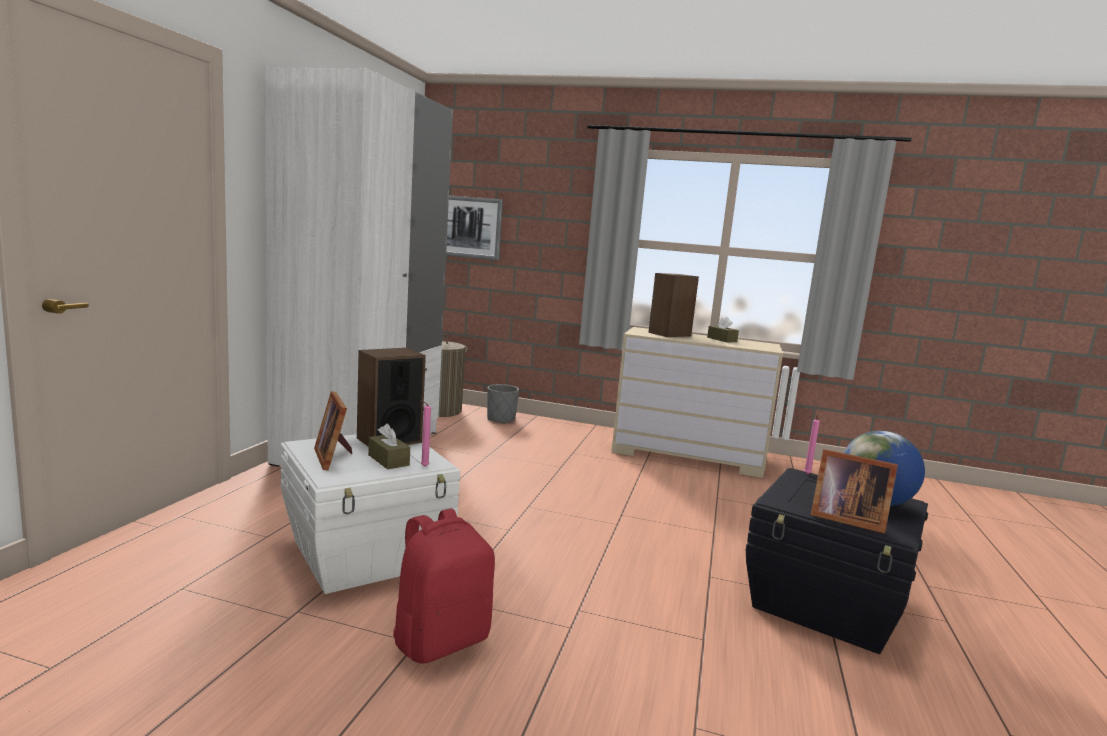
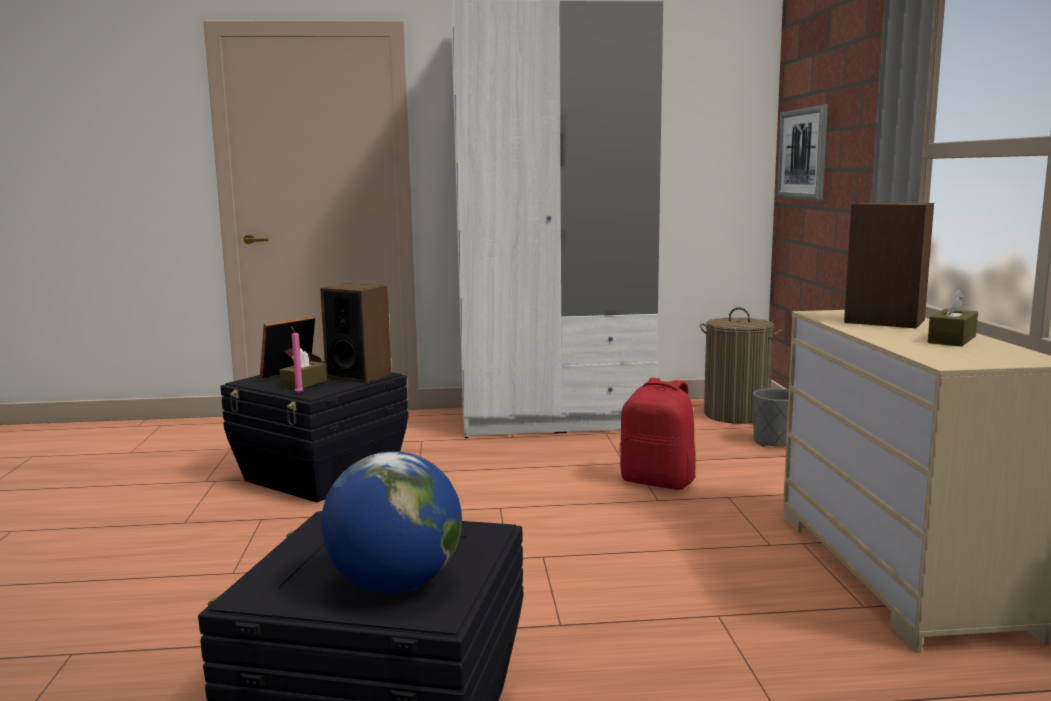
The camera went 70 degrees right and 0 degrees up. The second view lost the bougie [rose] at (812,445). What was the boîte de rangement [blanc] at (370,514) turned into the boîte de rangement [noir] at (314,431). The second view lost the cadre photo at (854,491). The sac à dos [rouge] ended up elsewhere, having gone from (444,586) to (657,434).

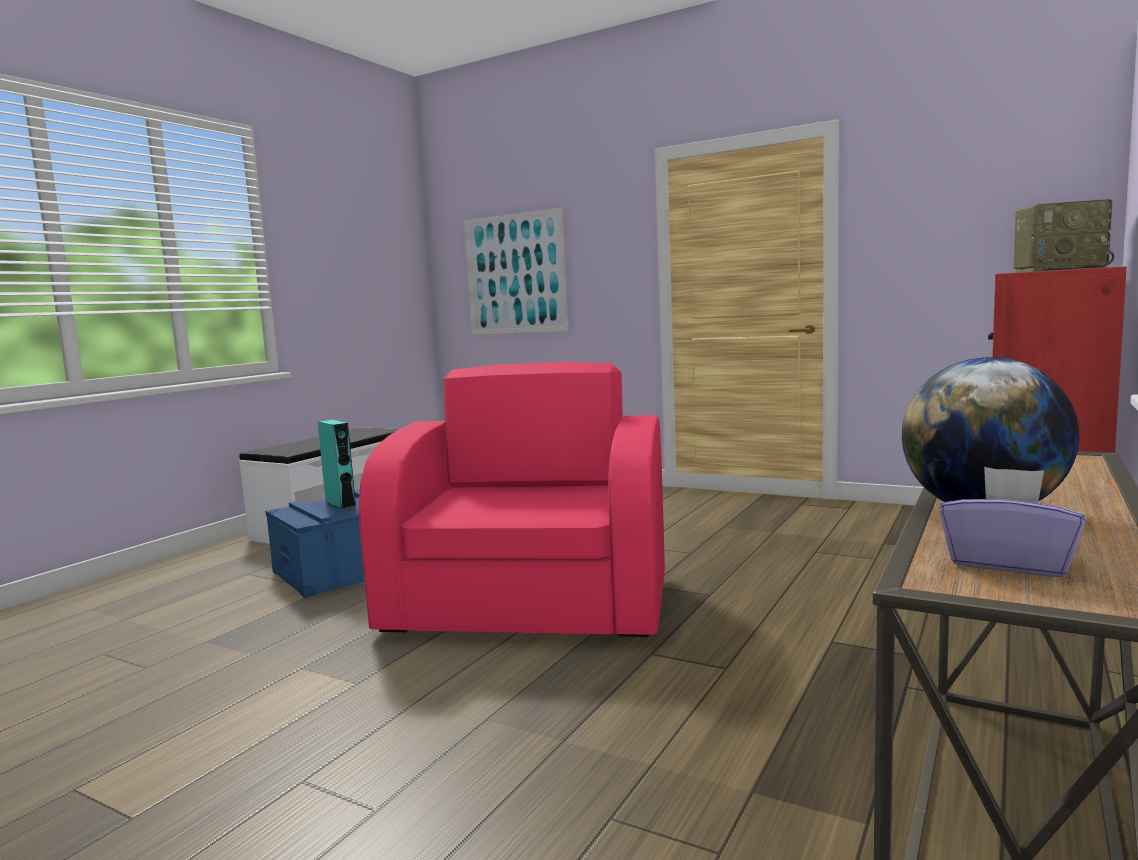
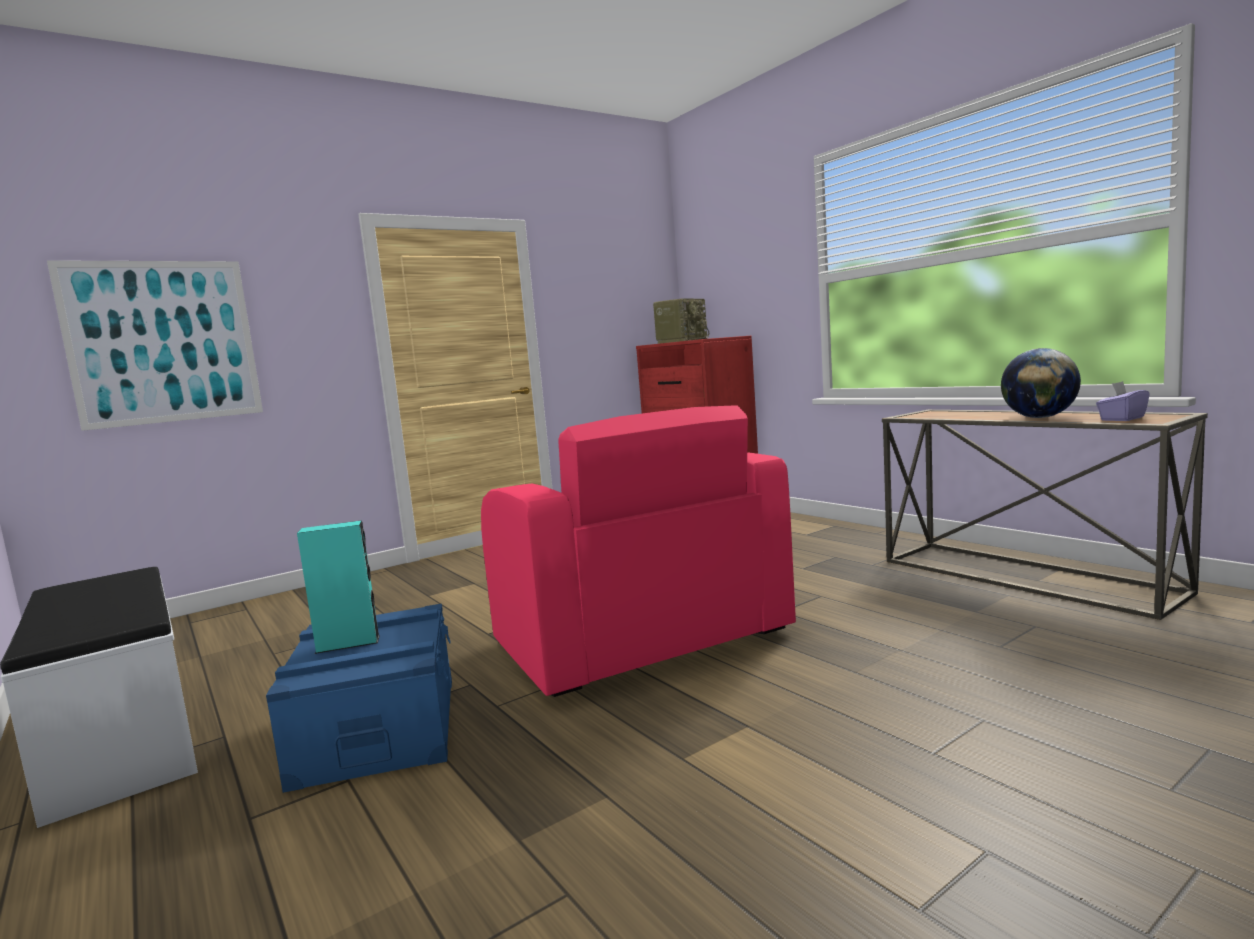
The camera went 65 degrees left and 0 degrees up. The fauteuil [rose] at (512,499) ended up facing another way, 150 degrees counterclockwise from before.

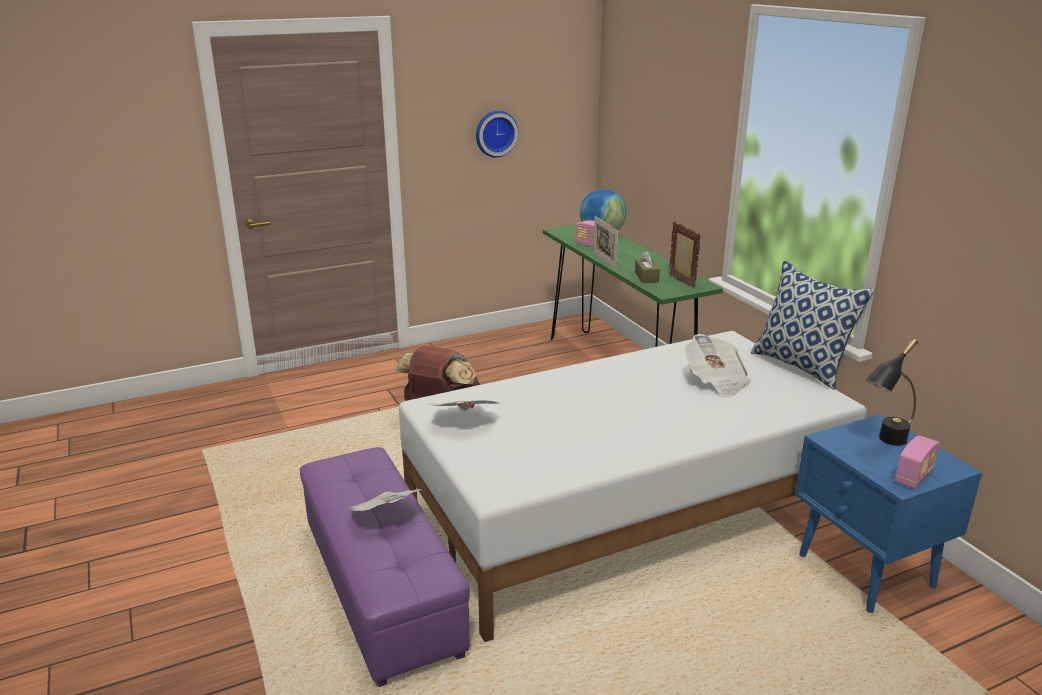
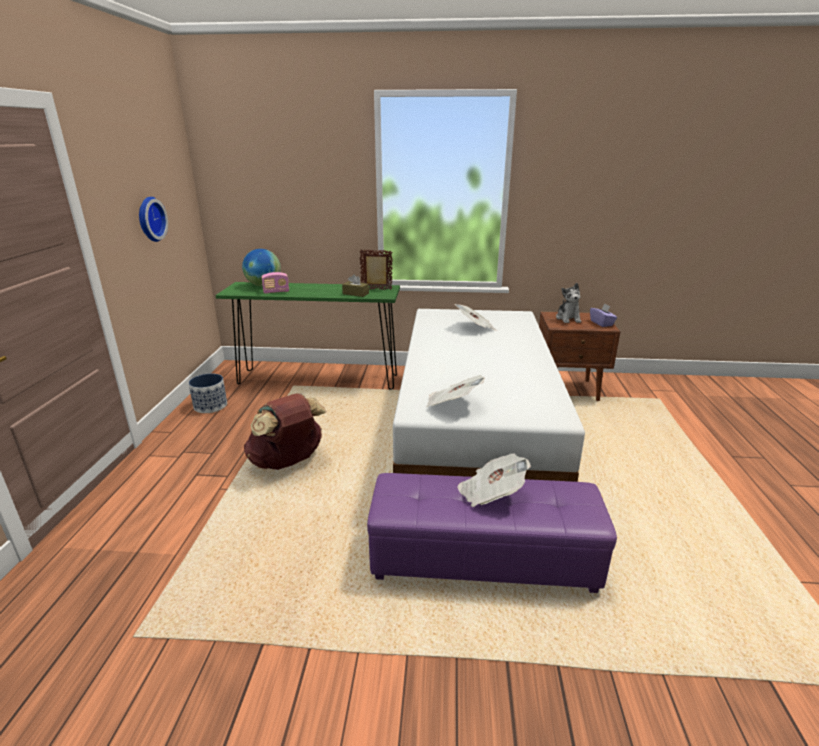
The camera went 60 degrees left and 0 degrees up. The second view lost the cadre photo at (605,242). The second view lost the coussin at (812,325). Where the lampe de table [noir] stood at (891,392), the peluche came to stand at (568,303). What was the table de chevet [bleu] at (888,513) turned into the table de chevet [marron] at (579,356). Where the radio stood at (917,462), the boîte à mouchoirs [violet] came to stand at (603,315). The second view gained the cache-pot at (208,393).

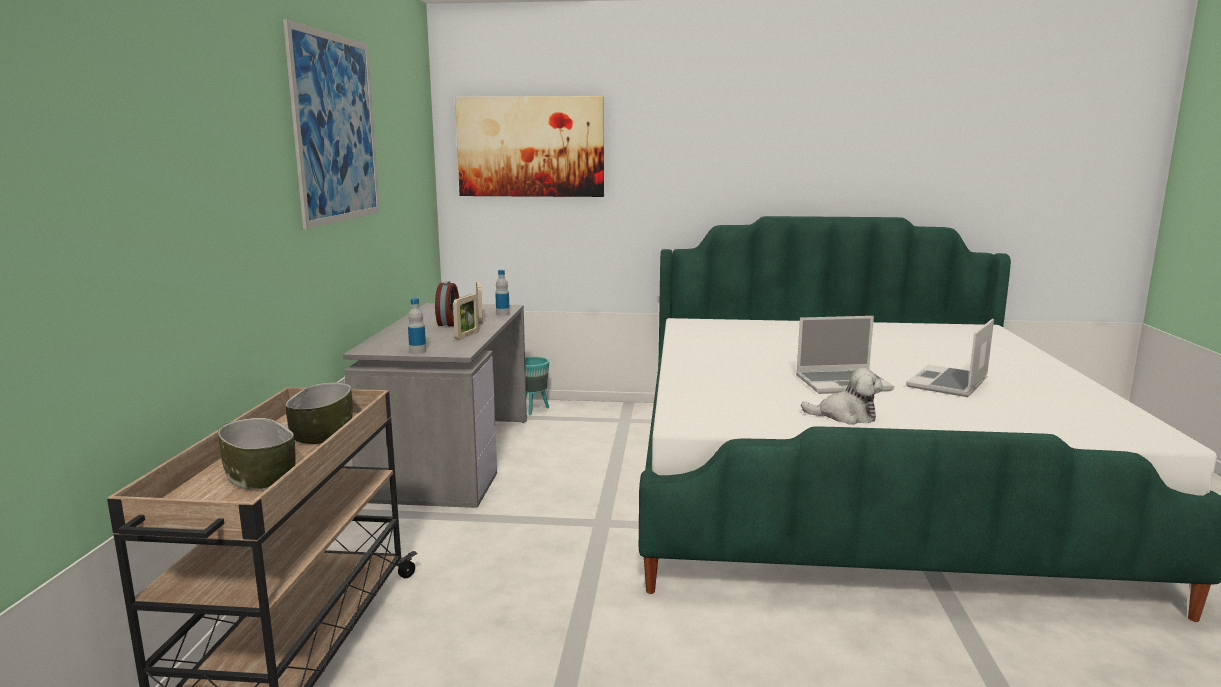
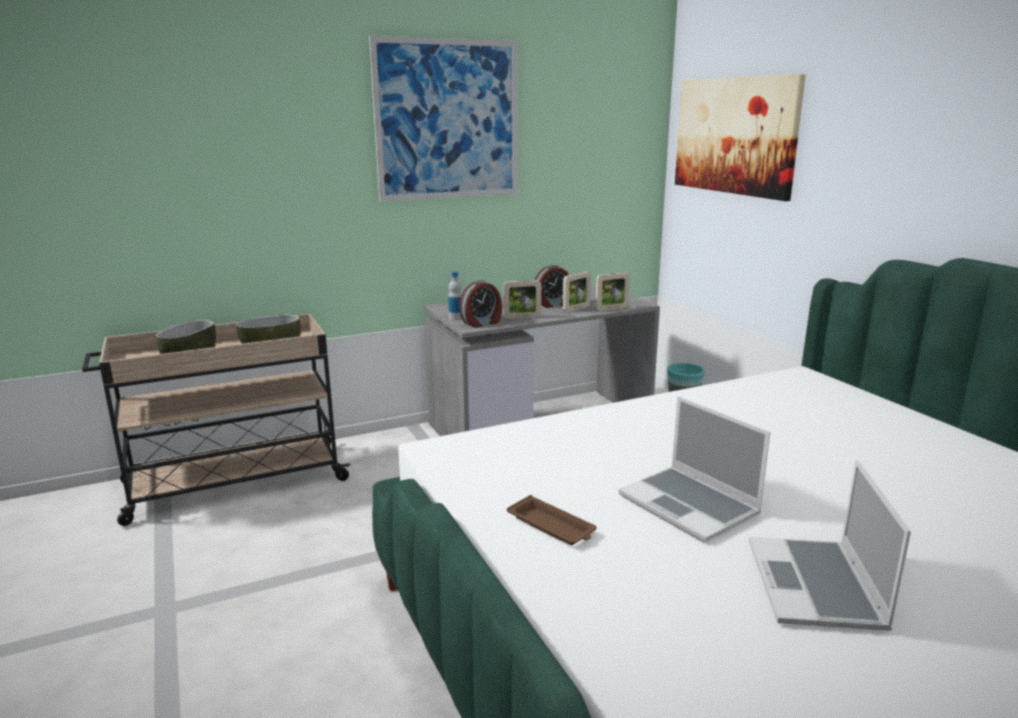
The camera went 60 degrees right and 5 degrees up. Where the bouteille stood at (502,293), the cadre photo came to stand at (612,291). The ordinateur portable at (950,358) ended up facing another way, 90 degrees counterclockwise from before. Where the peluche stood at (842,396), the plateau [marron] came to stand at (552,520). The second view gained the réveil at (480,304).

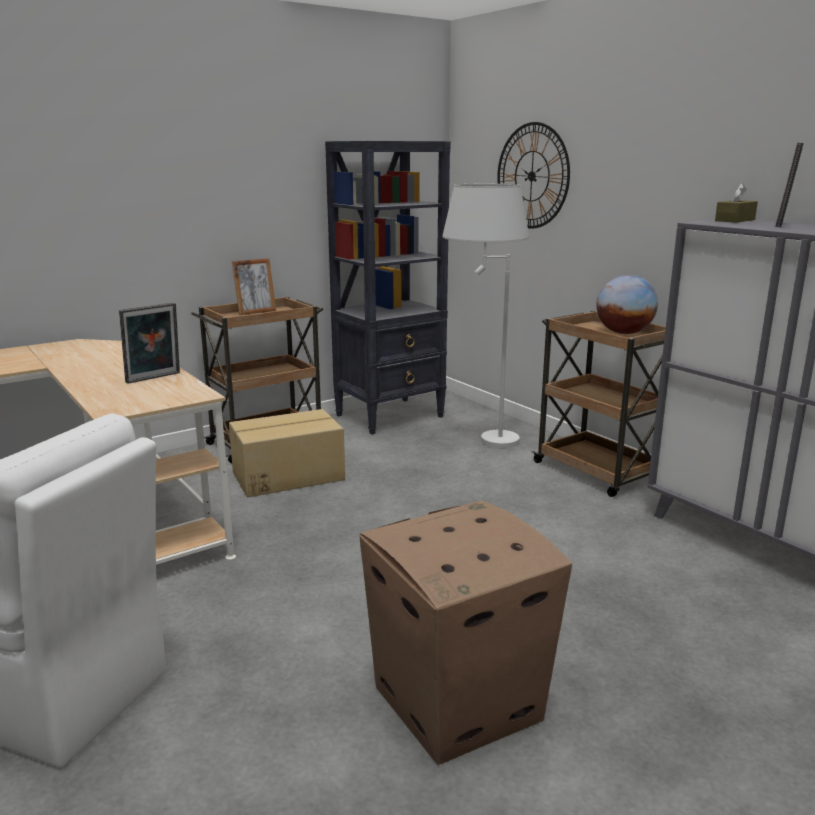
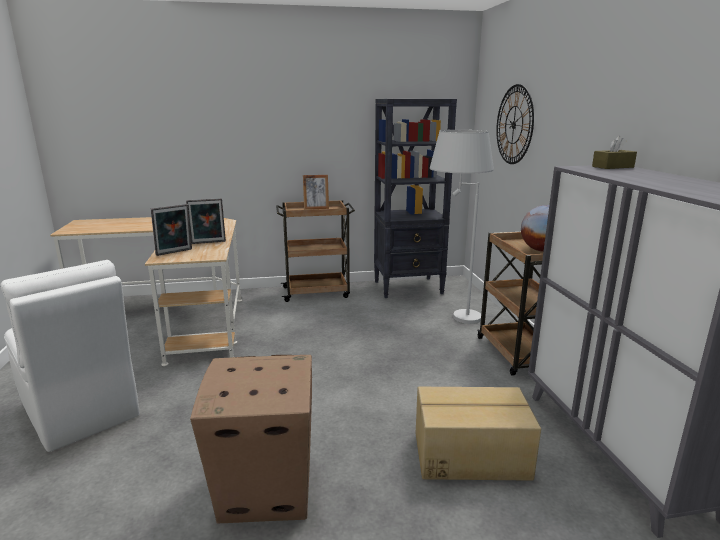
The camera went 25 degrees right and 0 degrees up. The cadre photo ended up elsewhere, having gone from (789,185) to (171,230). The carton ended up elsewhere, having gone from (287,453) to (478,434).

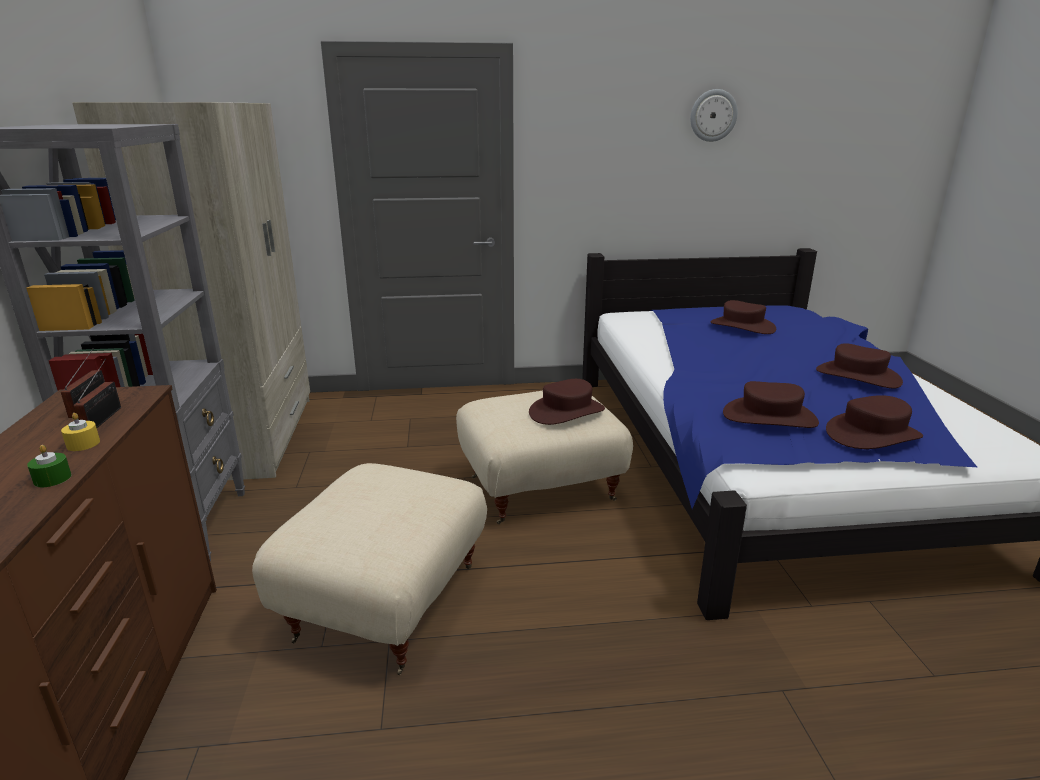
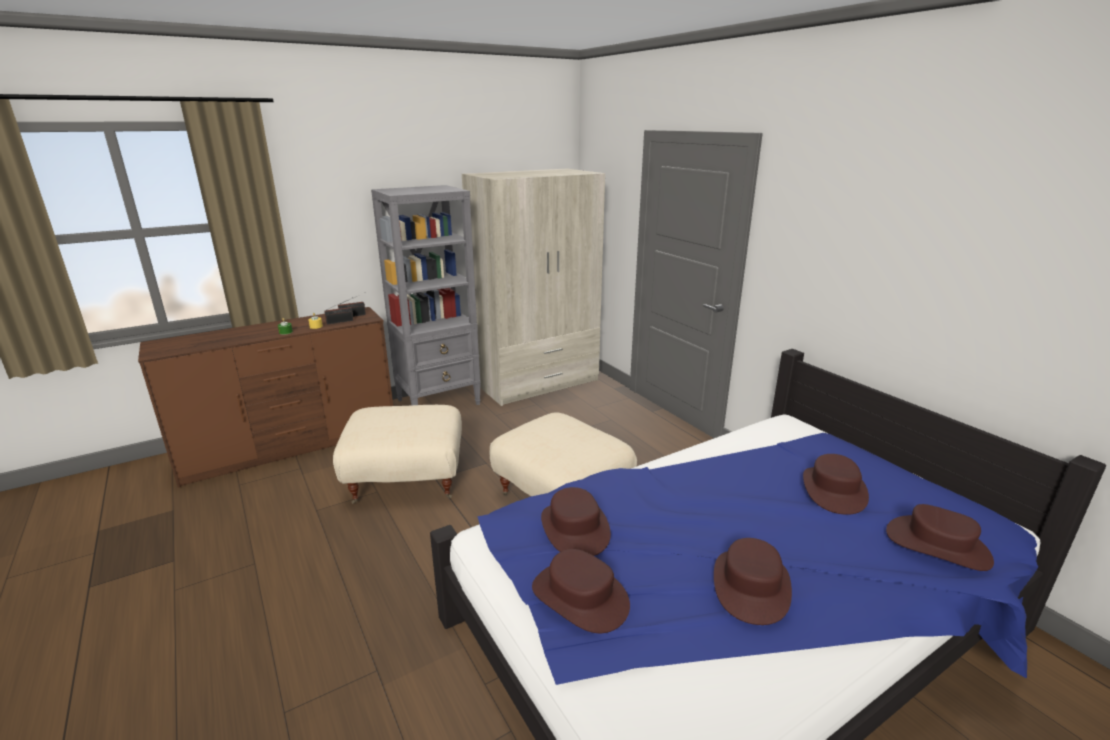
The camera went 65 degrees right and 0 degrees up. The second view lost the horloge murale at (714,115). The chapeau [marron] ended up elsewhere, having gone from (567,402) to (940,537).

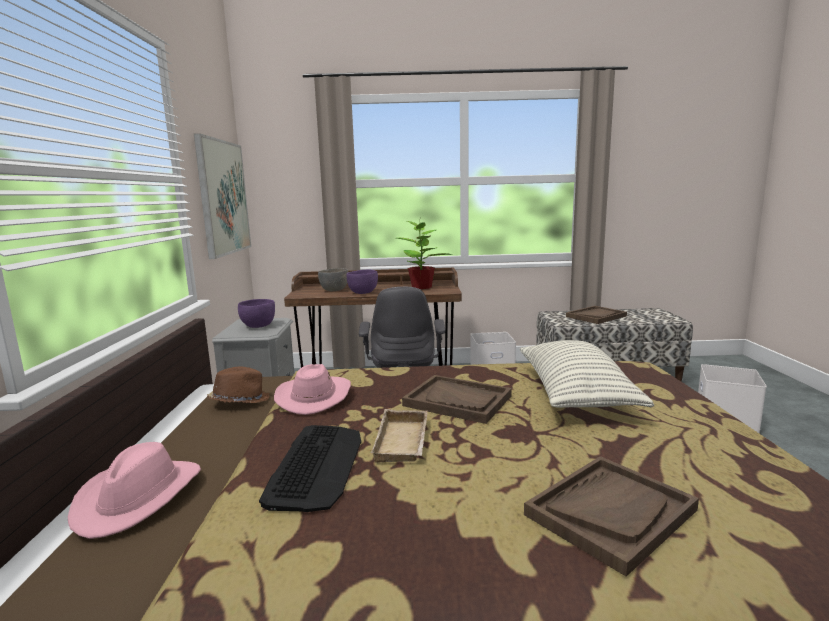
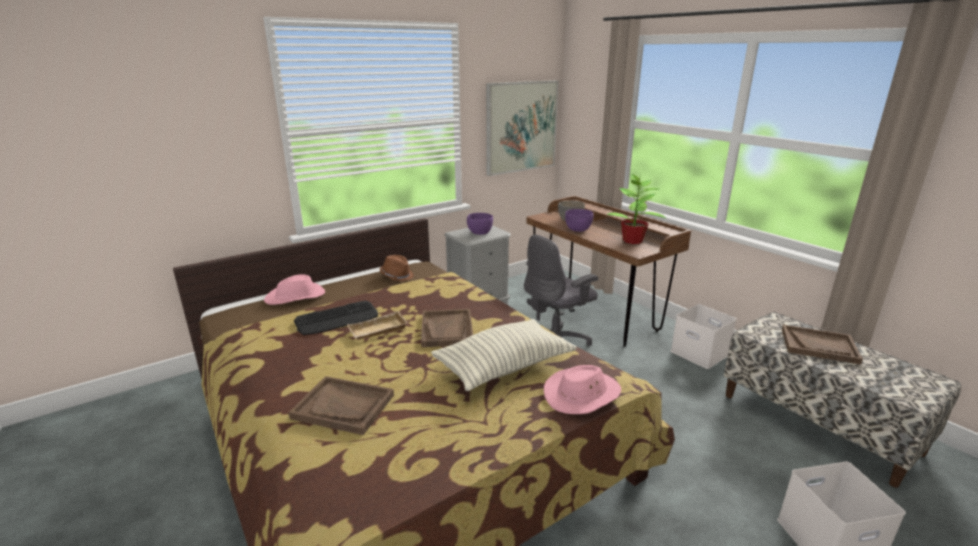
The camera went 55 degrees right and 10 degrees up. The chapeau [rose] ended up elsewhere, having gone from (312,389) to (582,389).

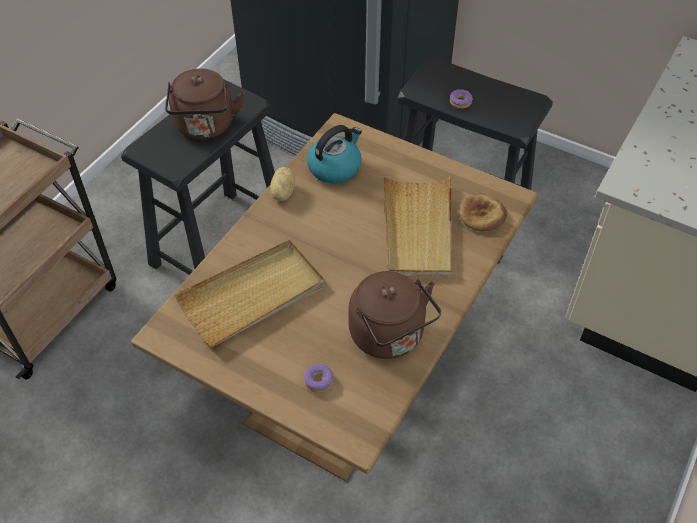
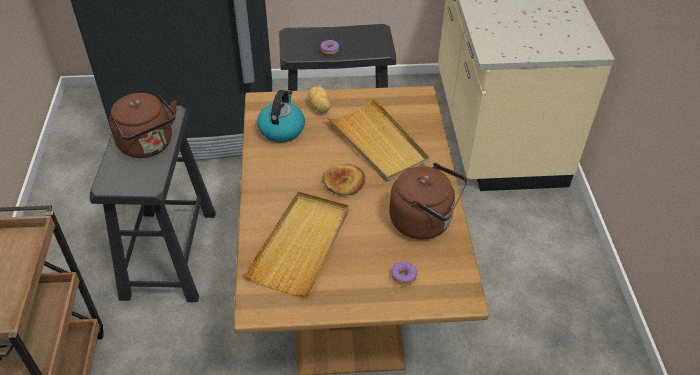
The camera went 35 degrees left and 5 degrees down. The pomme de terre ended up elsewhere, having gone from (282,184) to (319,99). The pain ended up elsewhere, having gone from (483,213) to (344,180).

